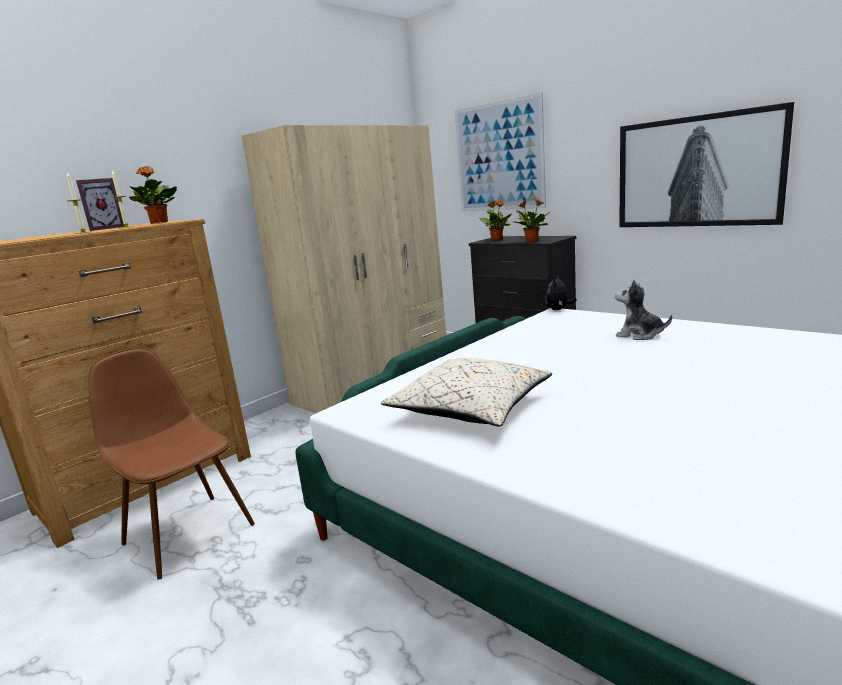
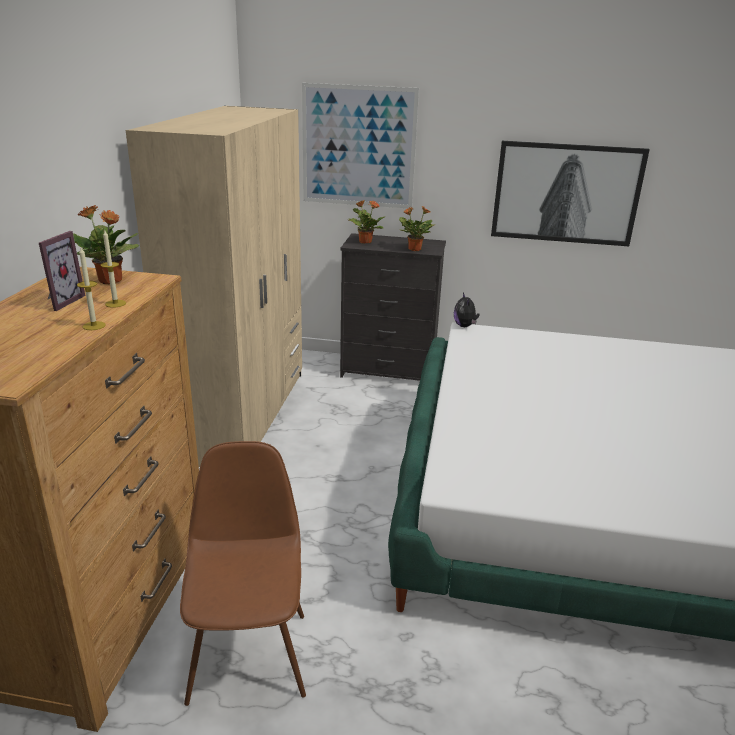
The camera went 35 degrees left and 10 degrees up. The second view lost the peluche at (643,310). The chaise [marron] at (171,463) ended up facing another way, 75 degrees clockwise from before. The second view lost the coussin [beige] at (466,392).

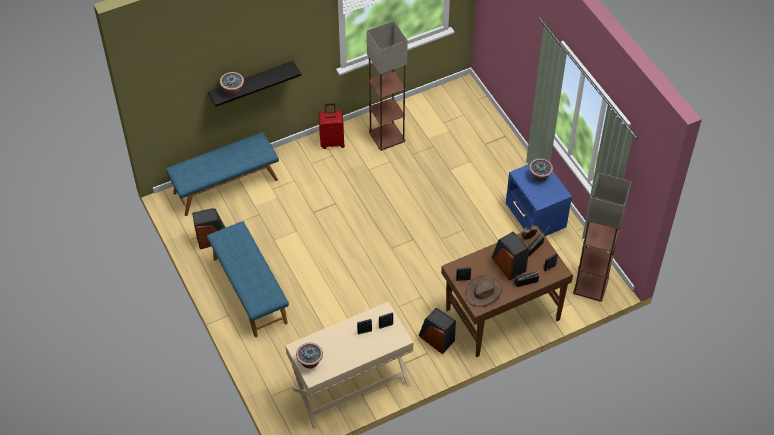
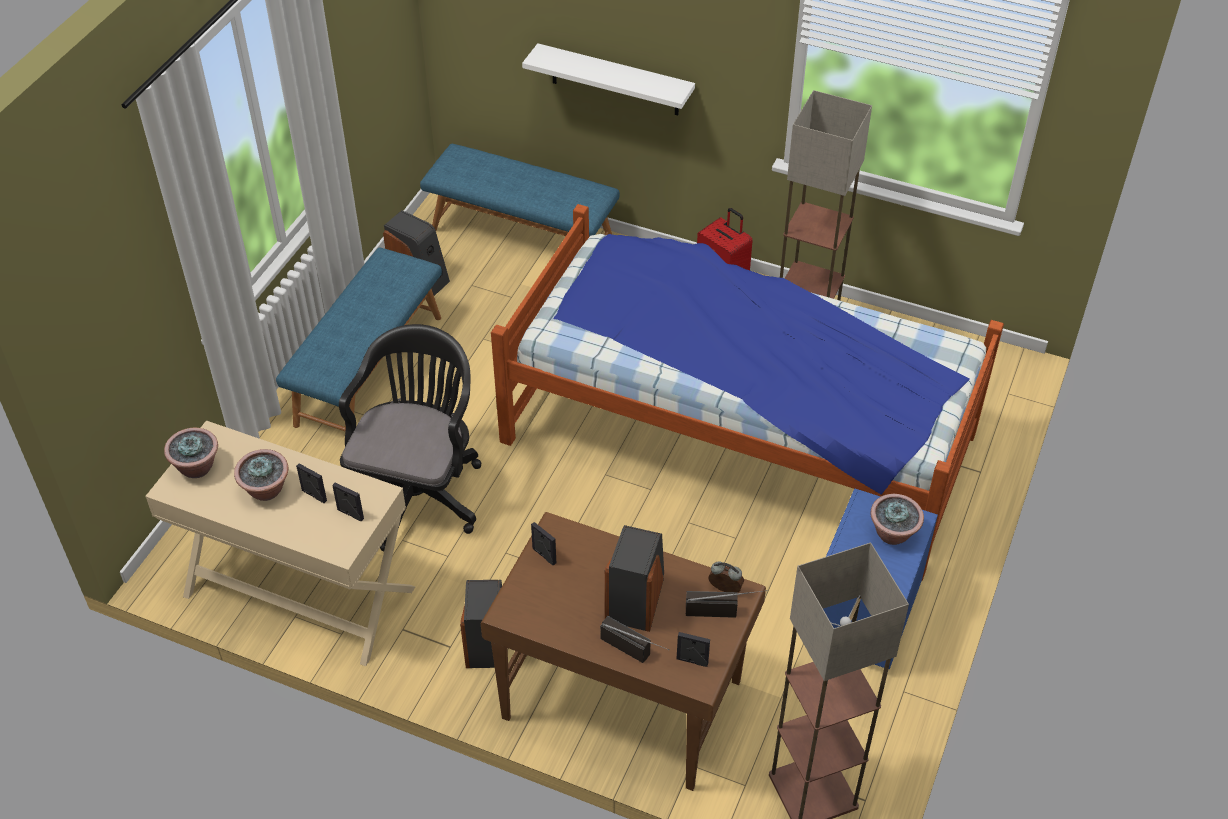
The camera went 50 degrees right and 5 degrees down. What was the étagère [noir] at (254,84) turned into the étagère [blanc] at (608,79). The plante en pot ended up elsewhere, having gone from (232,83) to (261,475). The second view lost the chapeau [marron] at (484,291). The second view gained the lit at (747,392). The second view gained the chaise de bureau [noir] at (410,438).

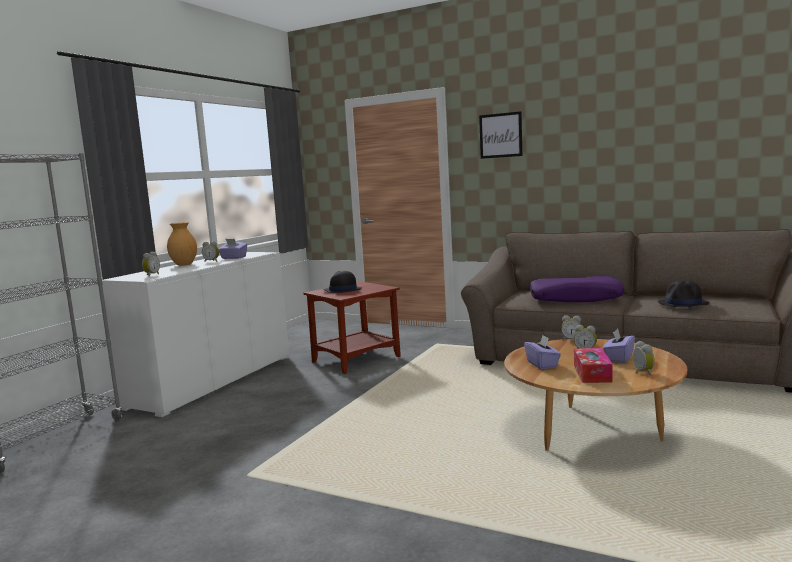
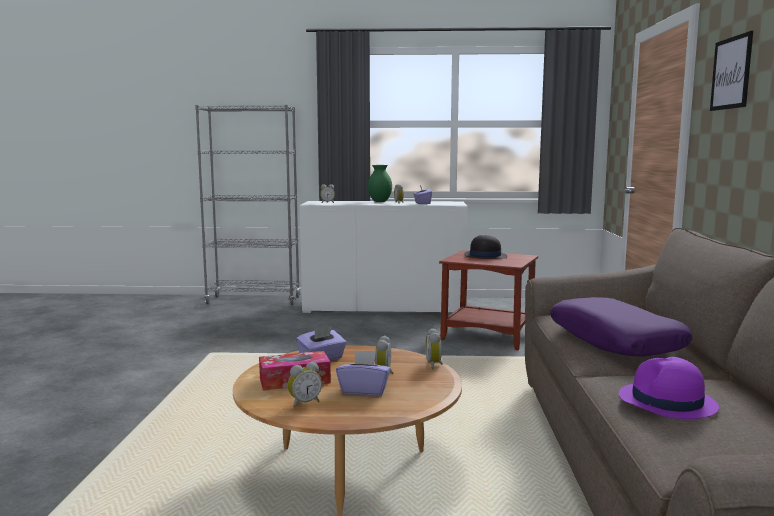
The camera went 65 degrees right and 0 degrees up. What was the vase [marron] at (182,244) turned into the vase [vert] at (380,183). What was the chapeau [noir] at (683,293) turned into the chapeau [violet] at (669,388).

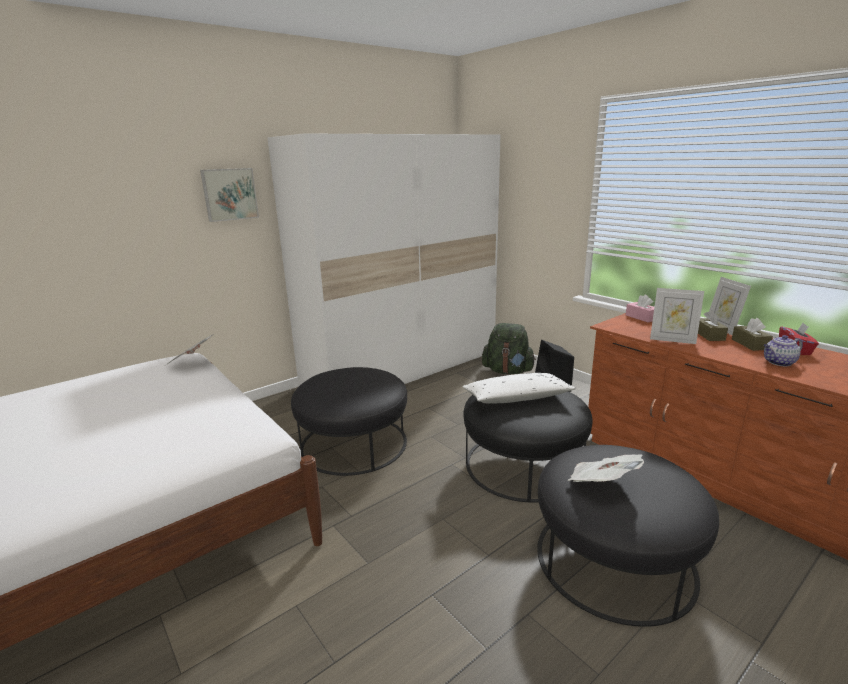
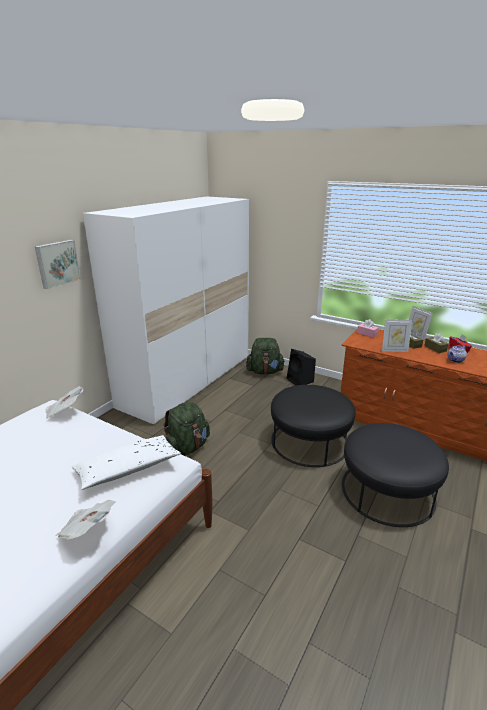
The camera went 20 degrees left and 5 degrees up. Where the pouf [noir] stood at (349,421), the sac à dos [vert] came to stand at (187,429). The coussin [blanc] ended up elsewhere, having gone from (519,388) to (126,462). The journal ended up elsewhere, having gone from (605,468) to (85,519).

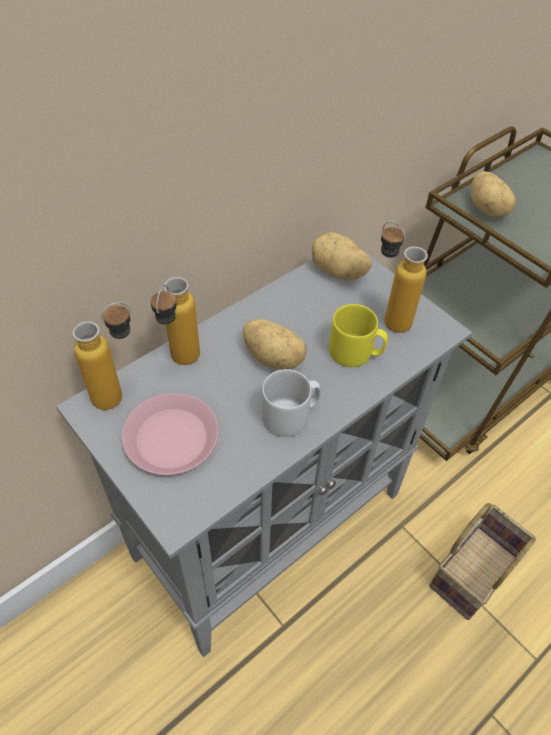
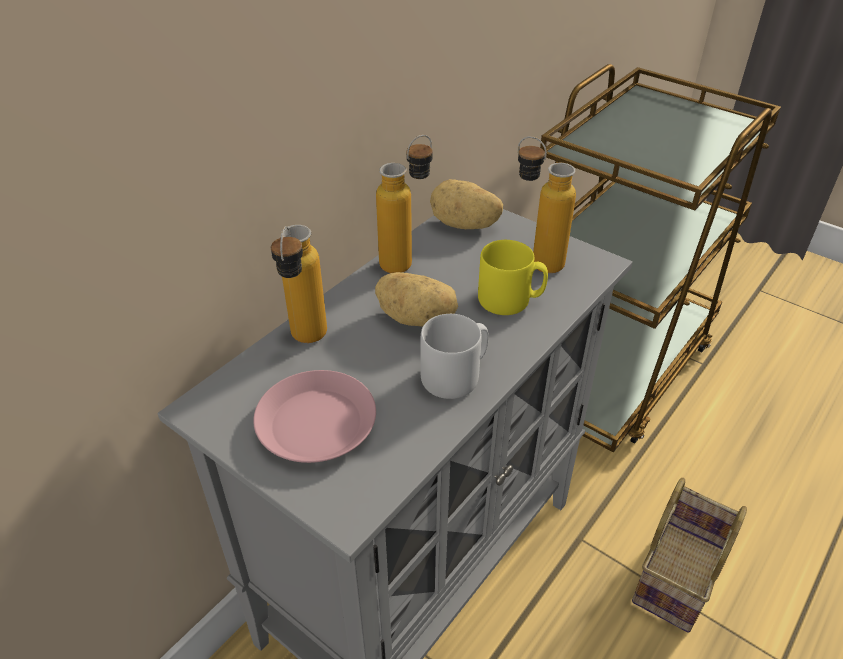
The camera went 10 degrees left and 10 degrees down. The second view lost the pomme de terre at (493,194). The bouteille ended up elsewhere, having gone from (101,356) to (404,204).

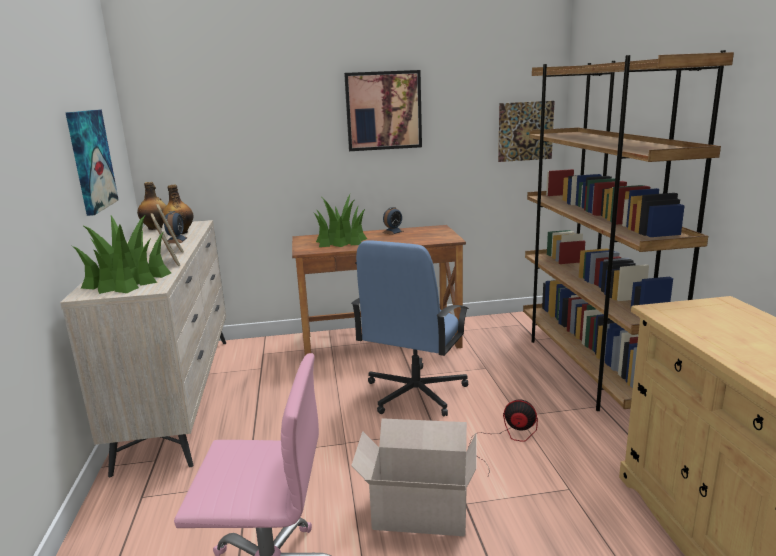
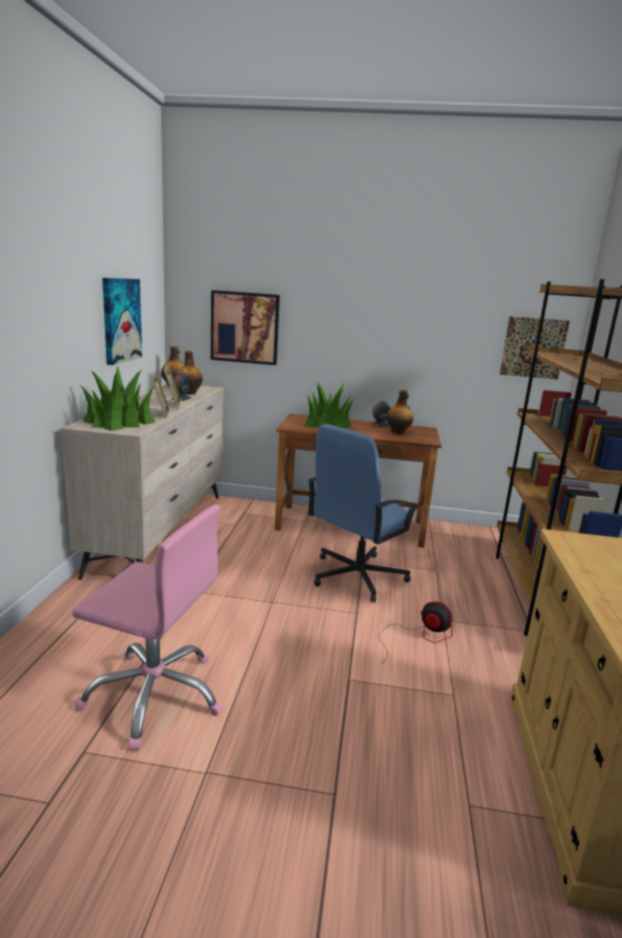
The camera went 15 degrees right and 0 degrees up. The tableau ended up elsewhere, having gone from (383,110) to (245,327). The second view lost the carton at (413,477). The second view gained the bouteille at (399,412).

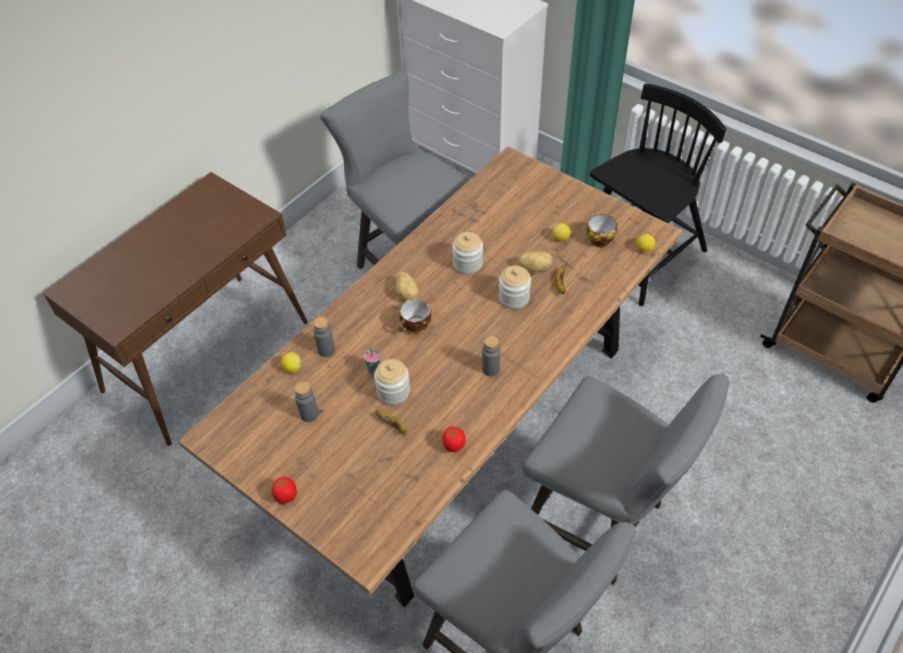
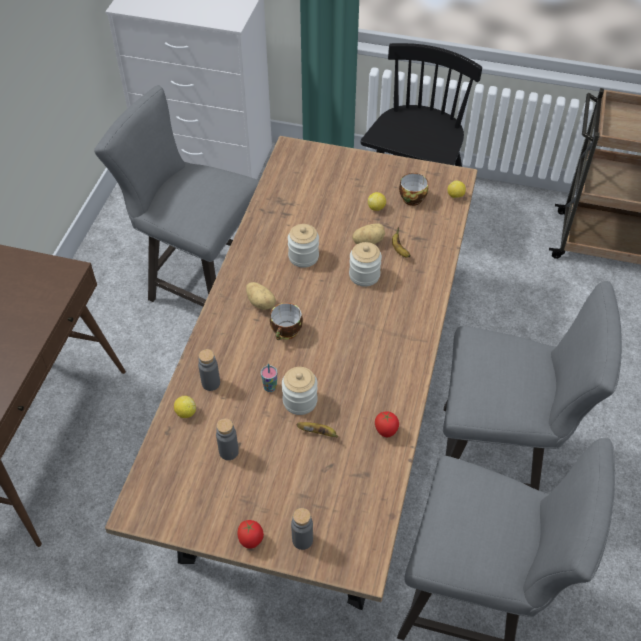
The camera went 25 degrees left and 0 degrees up. The bouteille [gris] ended up elsewhere, having gone from (491,356) to (302,529).

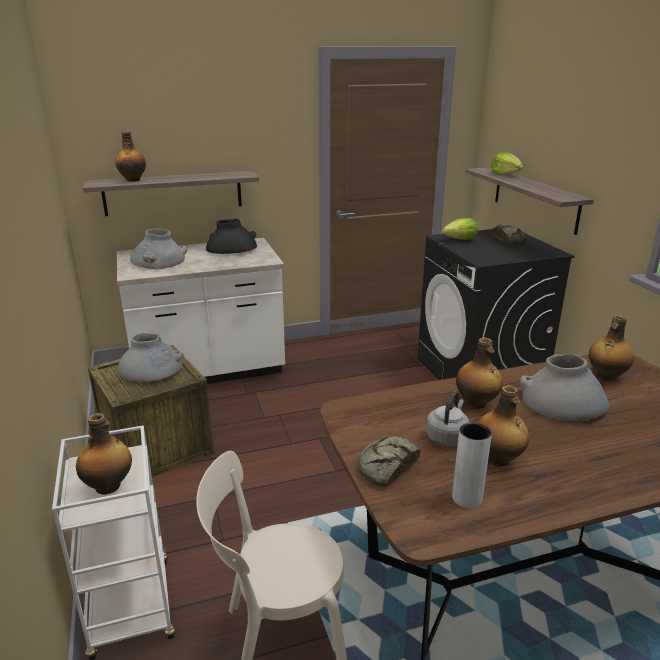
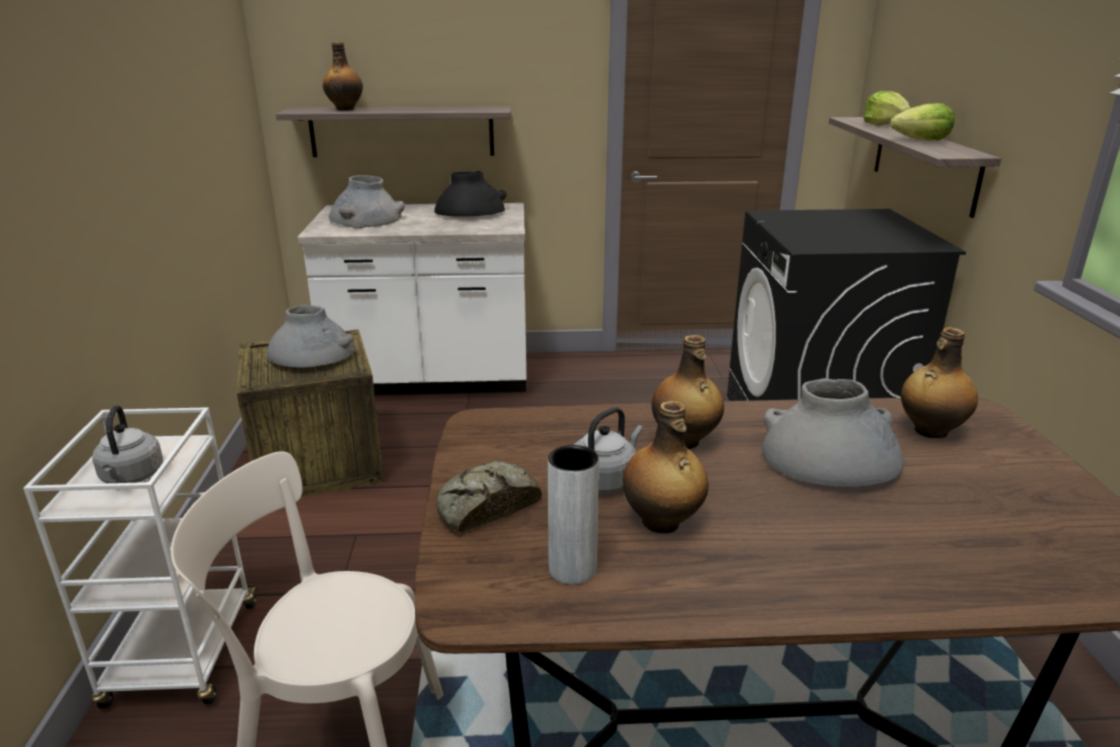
The camera went 15 degrees right and 0 degrees up. The laitue ended up elsewhere, having gone from (460,229) to (922,122). The second view lost the pain at (508,234). Where the bouteille stood at (104,454), the bouilloire [gris] came to stand at (127,444).

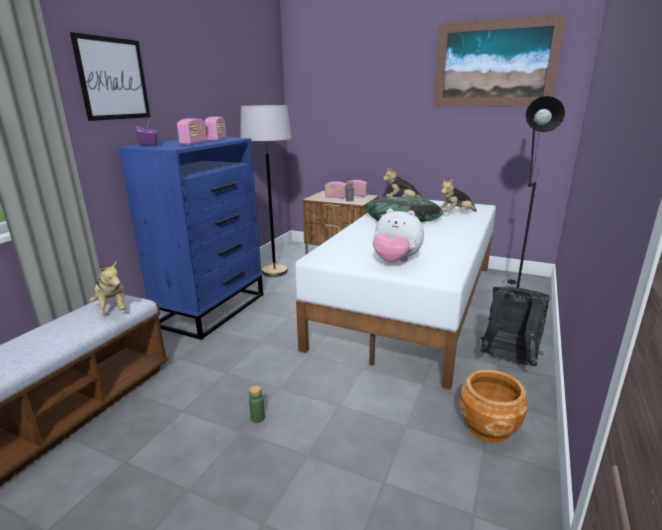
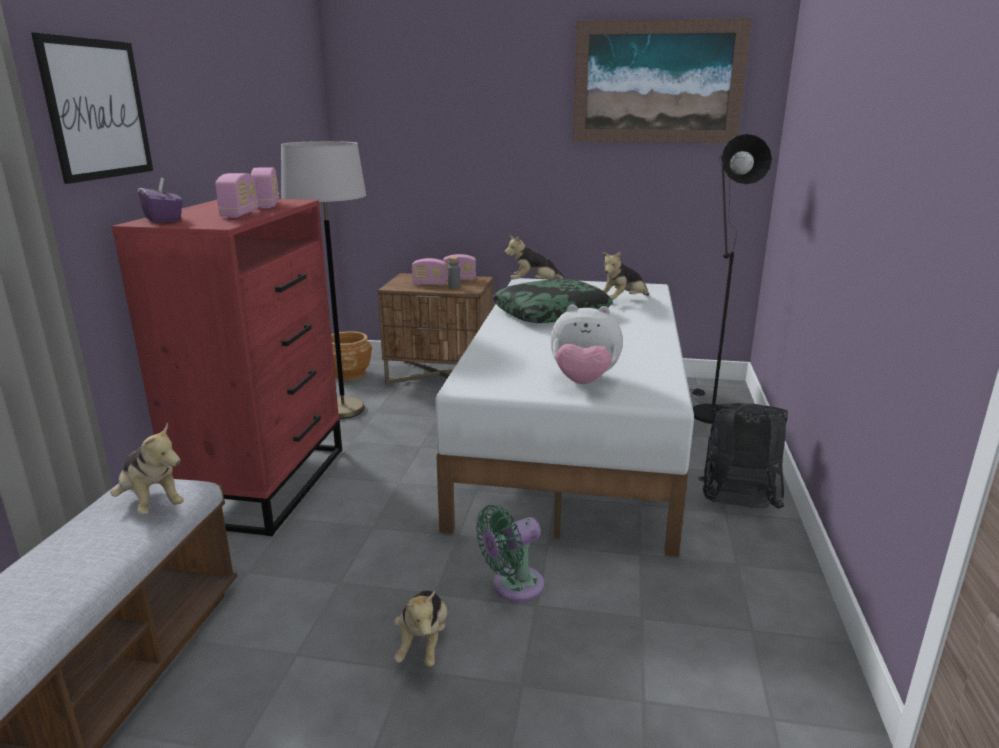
The camera went 15 degrees left and 0 degrees up. What was the commode [bleu] at (190,238) turned into the commode [rouge] at (226,367). The cache-pot [marron] ended up elsewhere, having gone from (493,407) to (351,355). Where the bouteille [vert] stood at (257,404), the peluche came to stand at (420,628). The second view gained the ventilateur [vert] at (510,553).

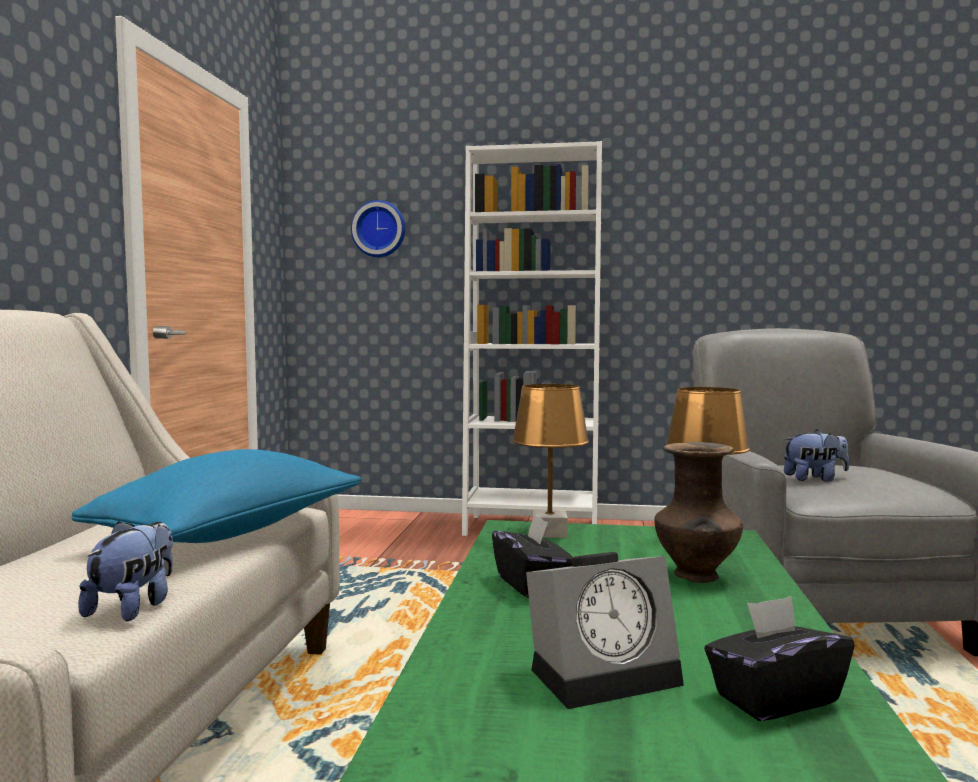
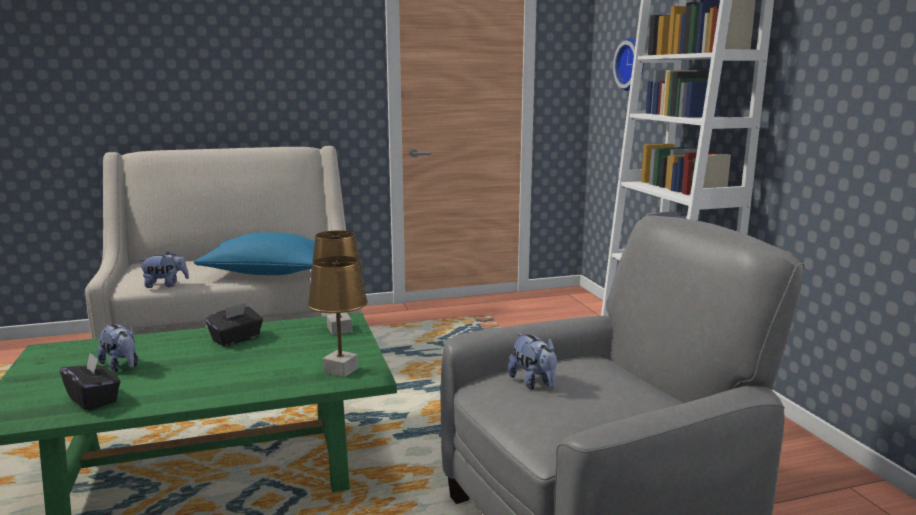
The camera went 65 degrees right and 10 degrees up. The second view lost the vase [marron] at (698,512). Where the réveil stood at (605,630), the peluche came to stand at (117,348).

